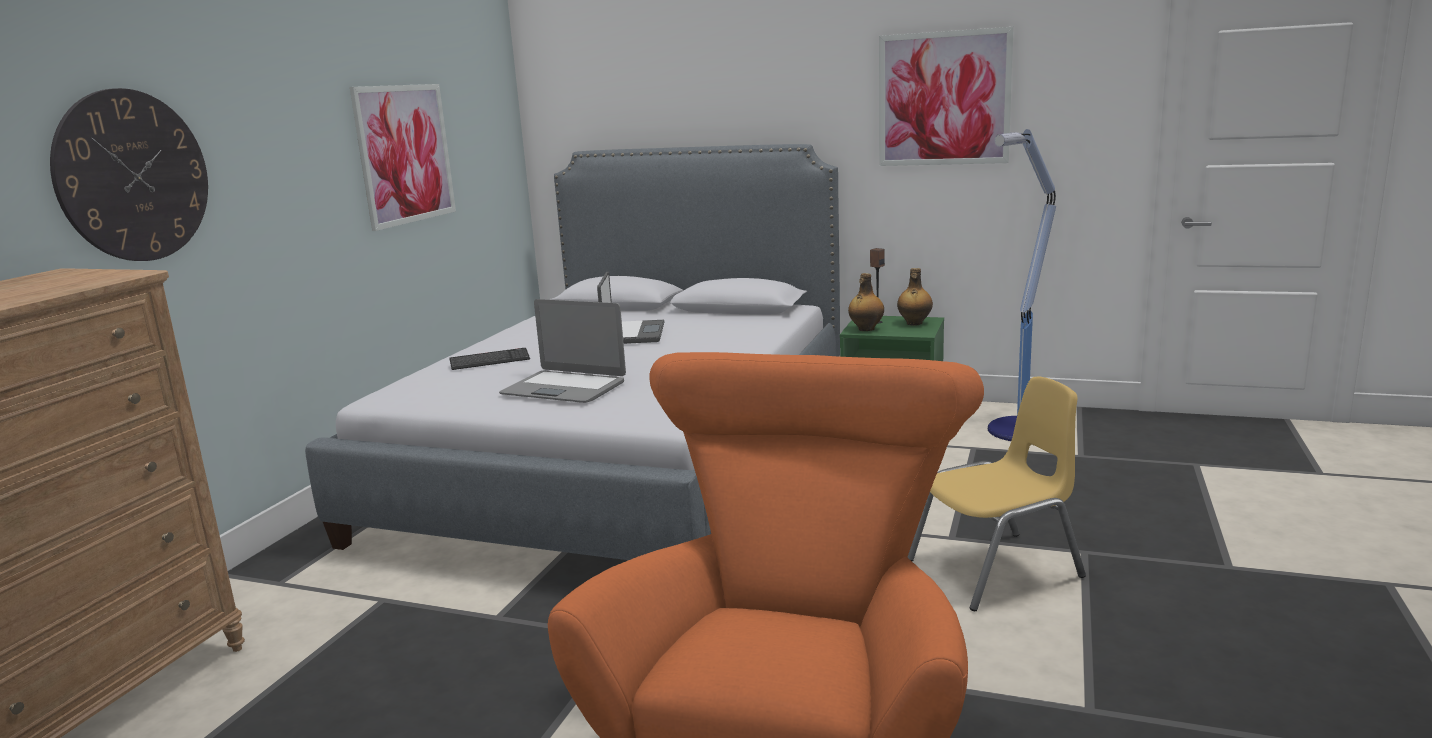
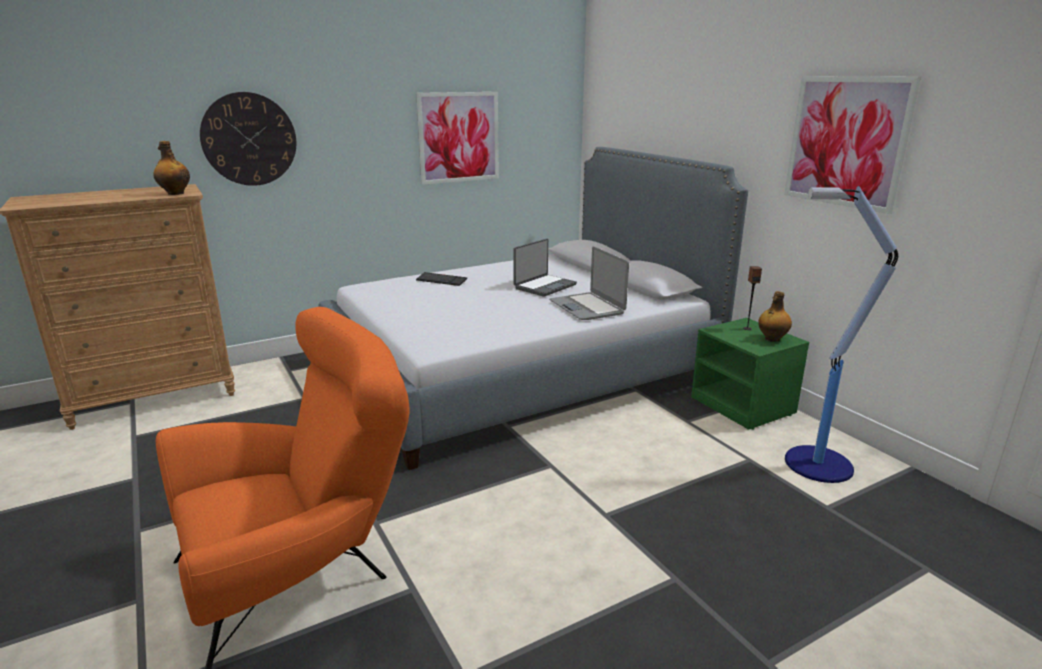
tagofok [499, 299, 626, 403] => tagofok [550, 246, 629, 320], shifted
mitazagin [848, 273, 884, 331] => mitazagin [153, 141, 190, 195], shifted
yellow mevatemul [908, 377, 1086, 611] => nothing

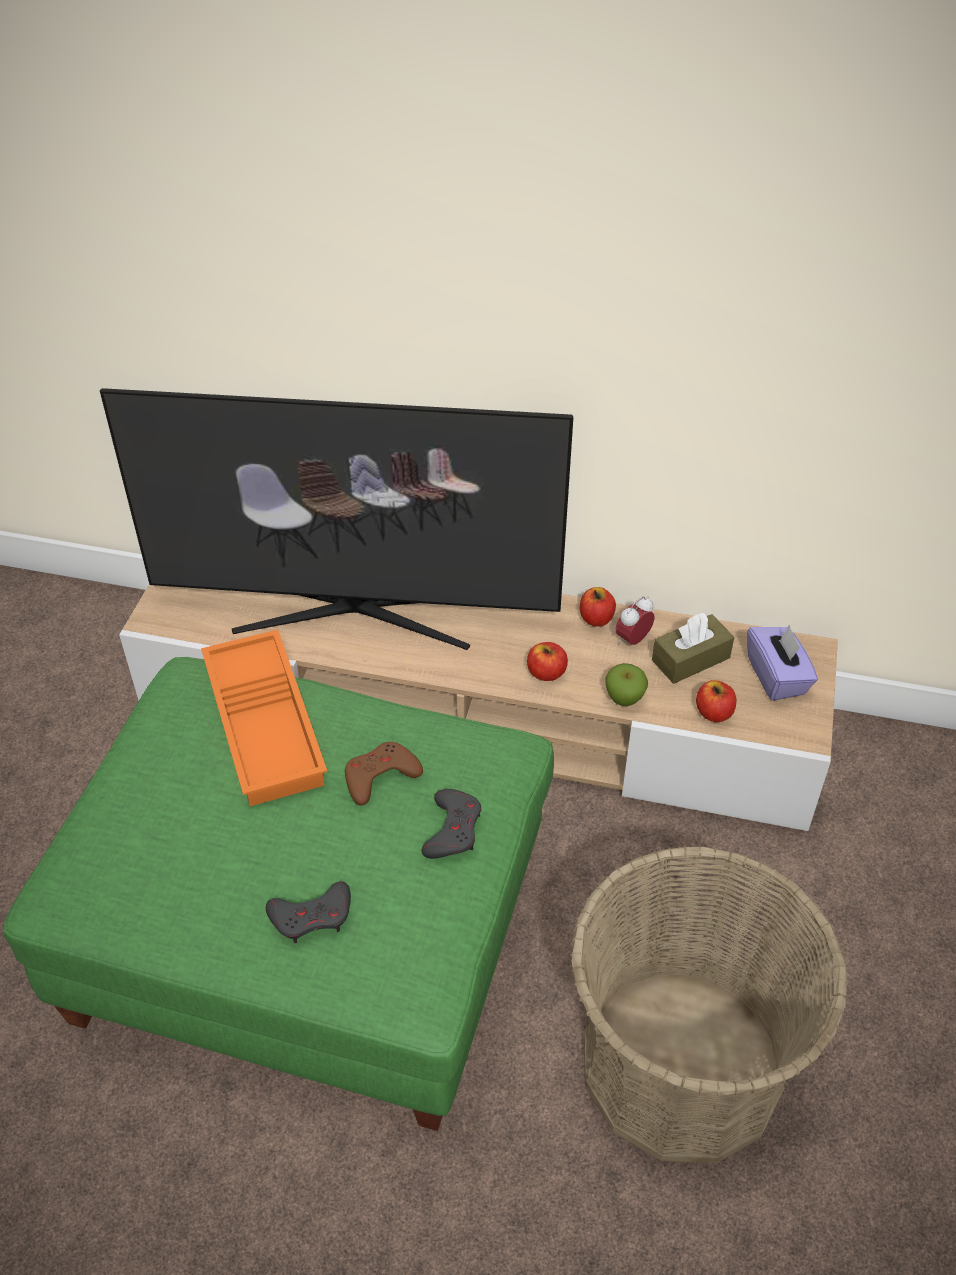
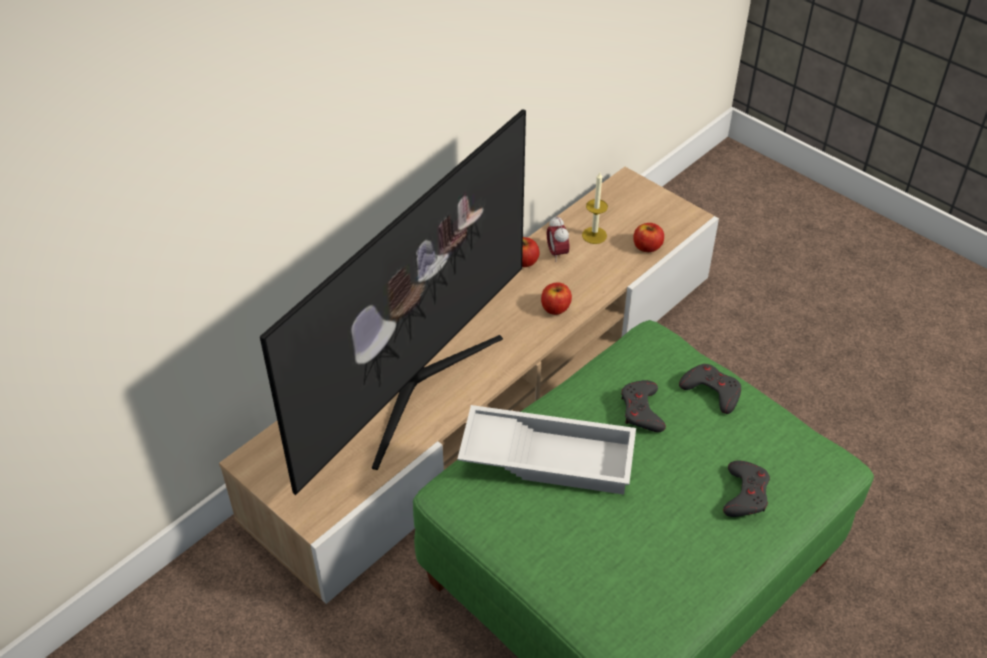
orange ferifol [201, 629, 327, 806] => white ferifol [457, 405, 636, 495]
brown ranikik [345, 742, 423, 805] => grey ranikik [621, 380, 666, 432]
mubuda [570, 846, 849, 1163] => nothing
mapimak [605, 663, 648, 706] => nothing
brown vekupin [652, 612, 734, 684] => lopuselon [582, 172, 608, 244]
purple vekupin [747, 624, 818, 701] => nothing

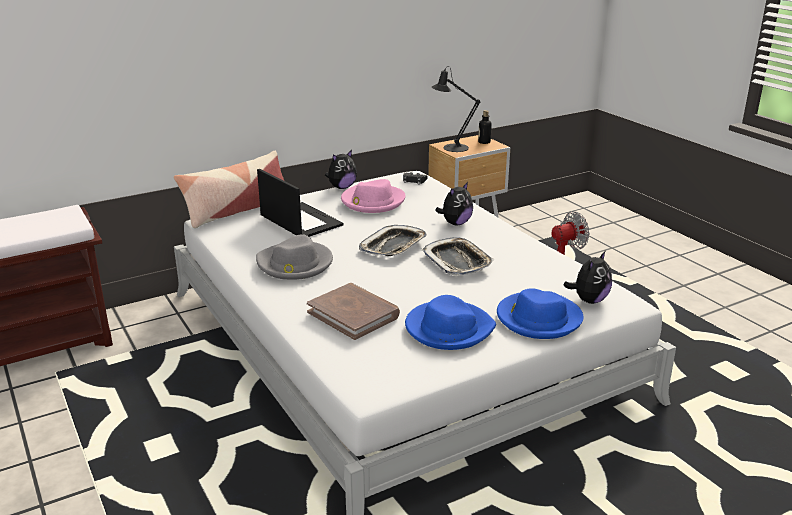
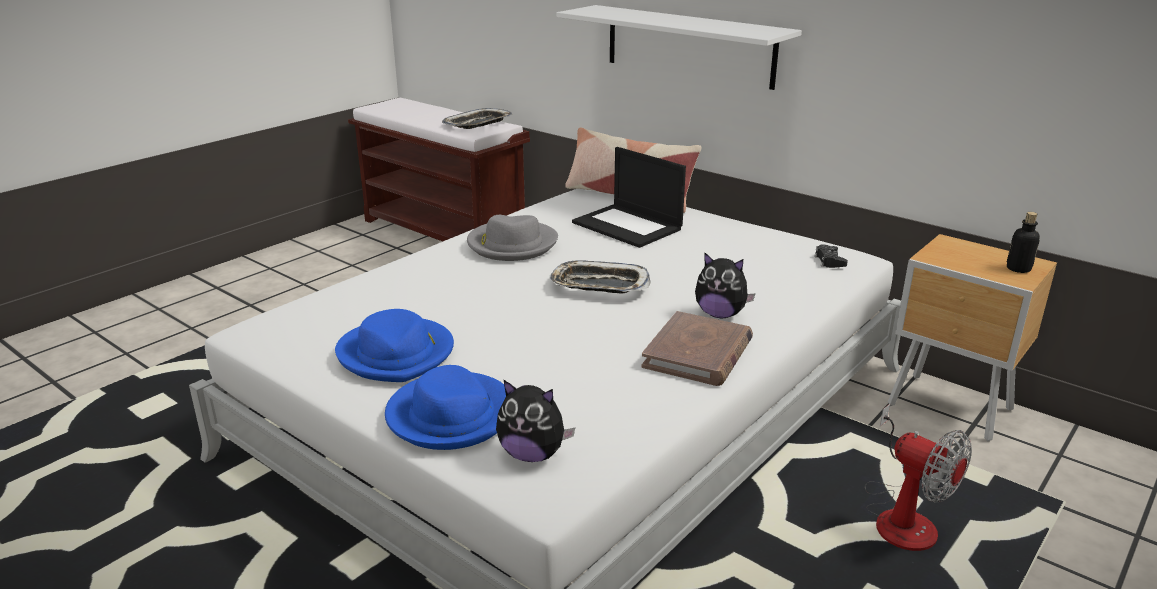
tagofok [257, 169, 343, 237] => tagofok [572, 147, 686, 248], 105 degrees clockwise
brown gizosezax [307, 283, 400, 340] => brown gizosezax [641, 311, 753, 386], shifted
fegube [325, 150, 357, 189] => nothing
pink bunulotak [341, 179, 406, 213] => nothing
ferifol [422, 237, 495, 276] => ferifol [442, 108, 513, 129], shifted
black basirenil [432, 66, 480, 152] => nothing
nothing => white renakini [557, 5, 802, 90]

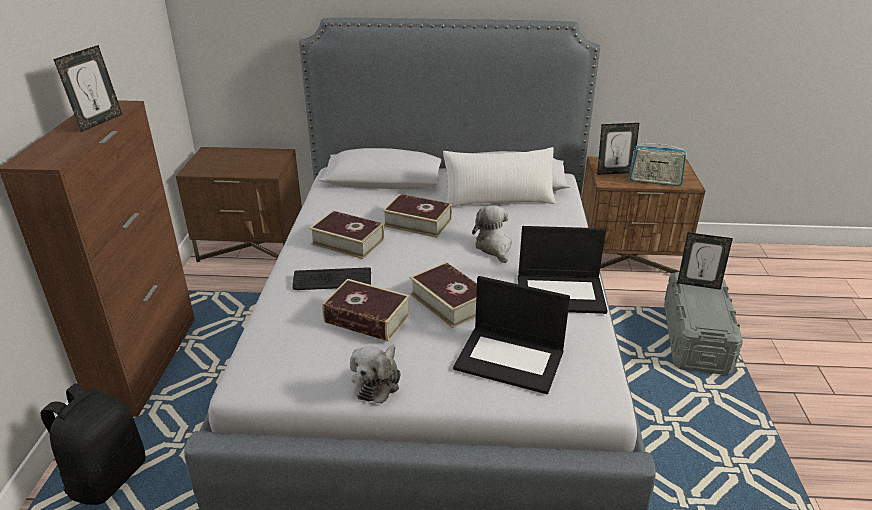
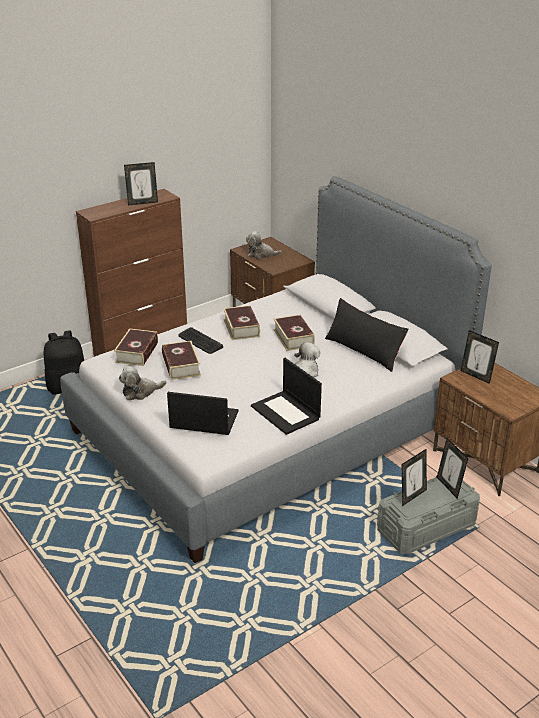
gizosezax [410, 262, 477, 328] => gizosezax [114, 328, 158, 366], shifted
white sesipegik [443, 147, 556, 207] => black sesipegik [325, 298, 409, 372]
tagofok [453, 276, 570, 394] => tagofok [167, 392, 238, 435], 120 degrees clockwise
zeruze [629, 140, 687, 186] => nothing
nothing => fegube [246, 231, 282, 259]
nothing => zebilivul [402, 449, 427, 506]

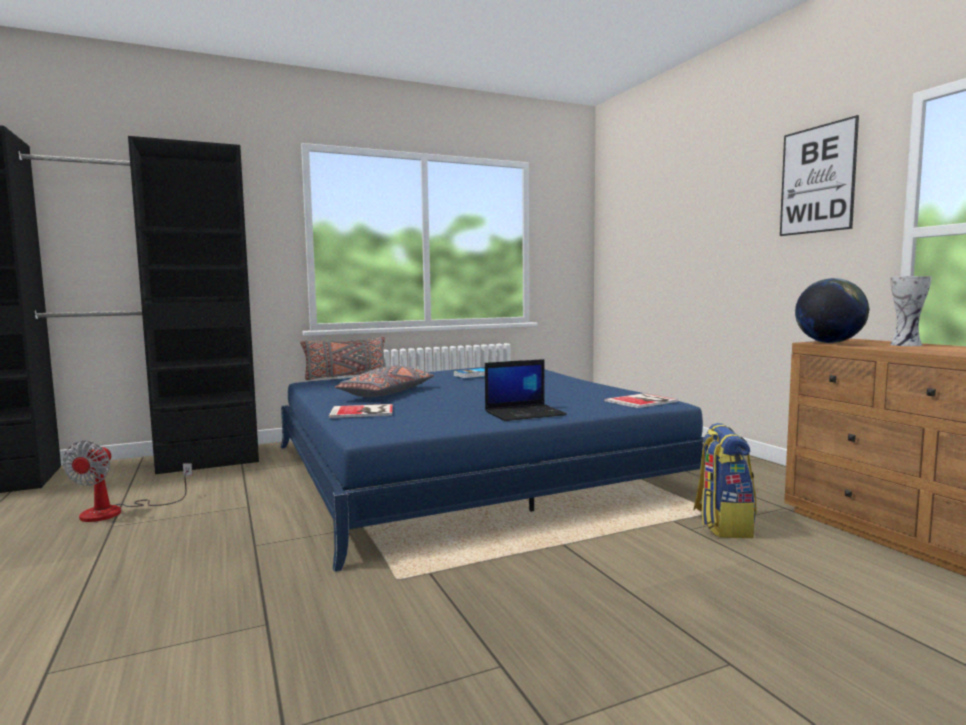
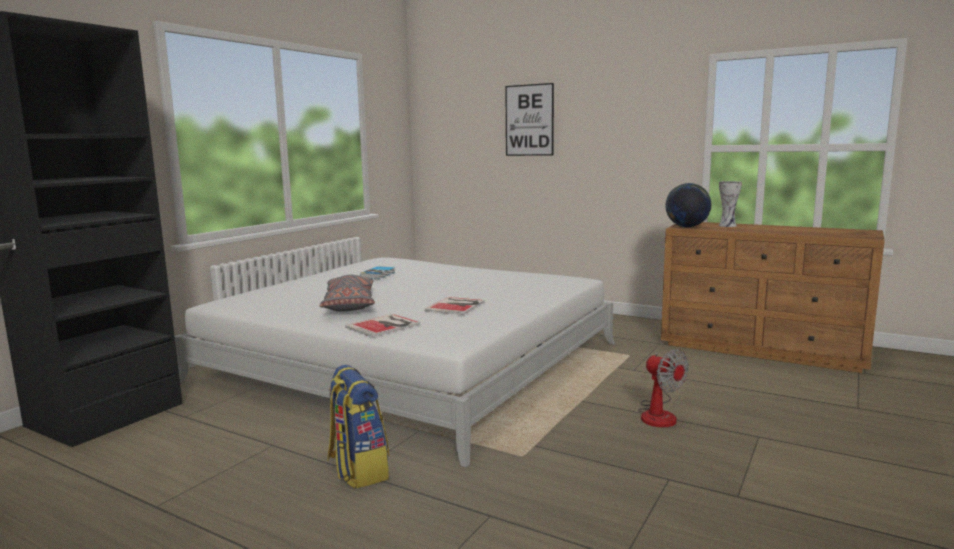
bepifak [62, 441, 192, 522] => bepifak [638, 349, 689, 428], shifted
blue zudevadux [281, 367, 705, 572] => white zudevadux [175, 257, 615, 468]
grey sesipegik [300, 337, 386, 380] => nothing
tagofok [485, 359, 567, 421] => nothing
gizosezax [604, 393, 678, 408] => gizosezax [424, 297, 484, 315], shifted
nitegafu [693, 423, 756, 538] => nitegafu [327, 365, 389, 489], shifted
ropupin [780, 115, 859, 236] => ropupin [505, 83, 554, 156], shifted

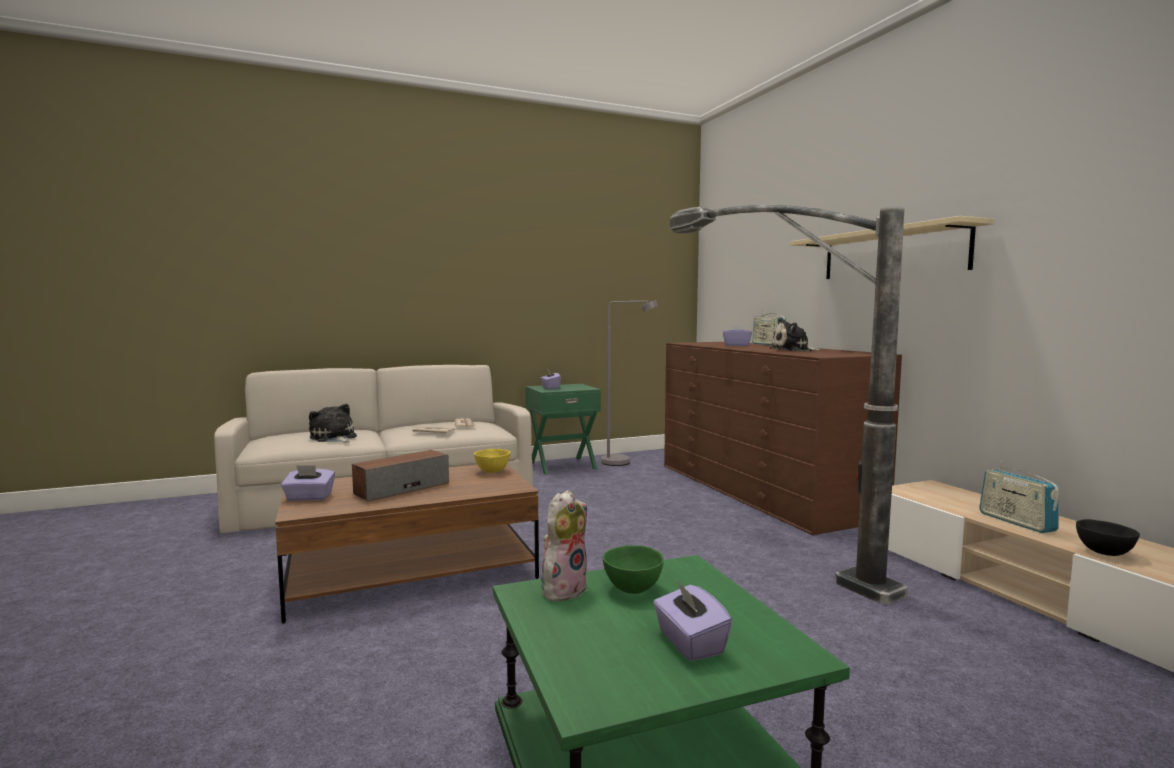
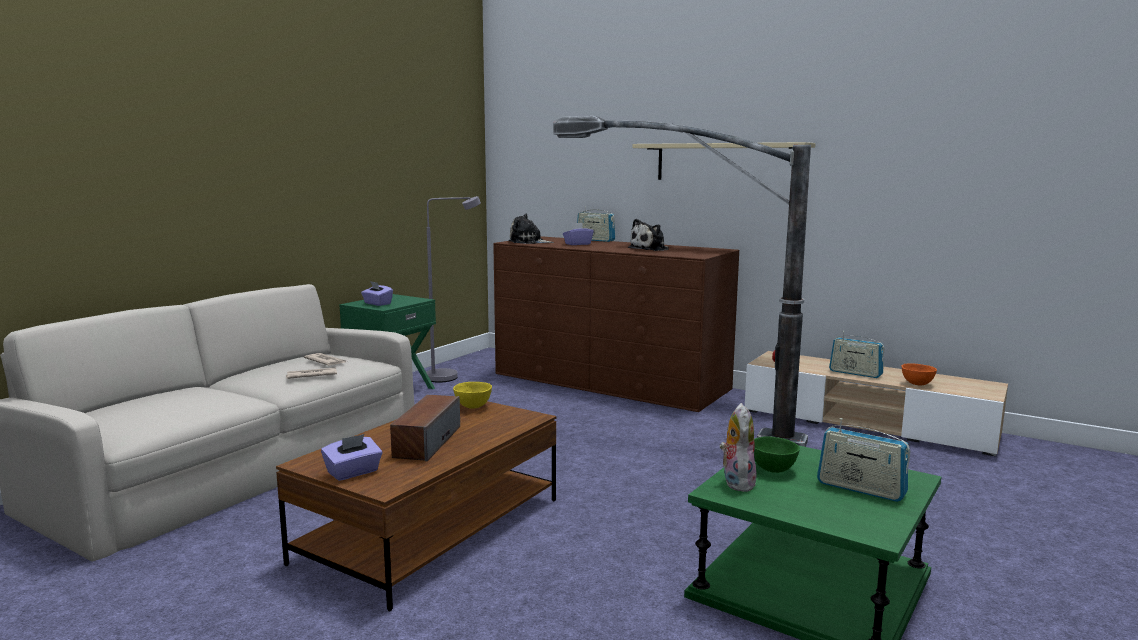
fegube [309, 404, 357, 443] => fegube [509, 214, 554, 244], shifted
purple vekupin [653, 580, 732, 661] => zeruze [817, 418, 910, 502]
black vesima [1076, 519, 1140, 556] => orange vesima [902, 363, 937, 385]

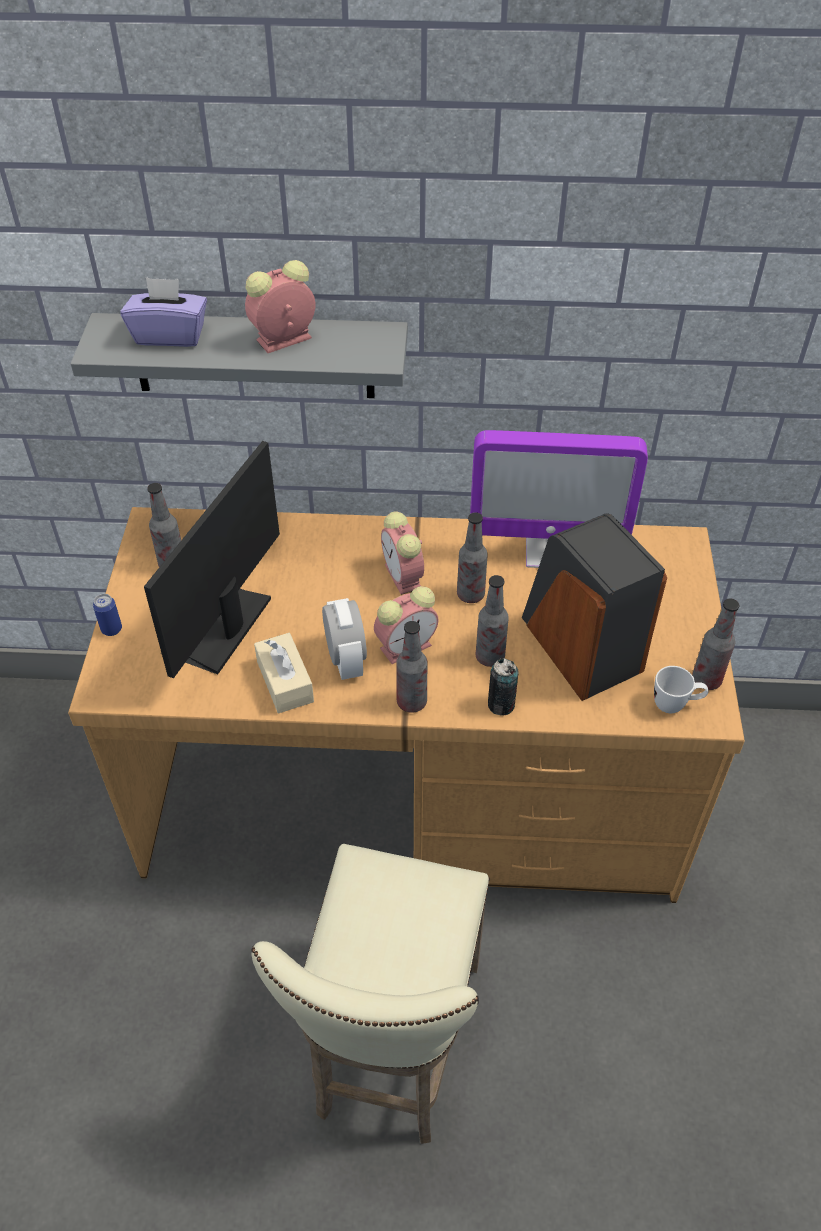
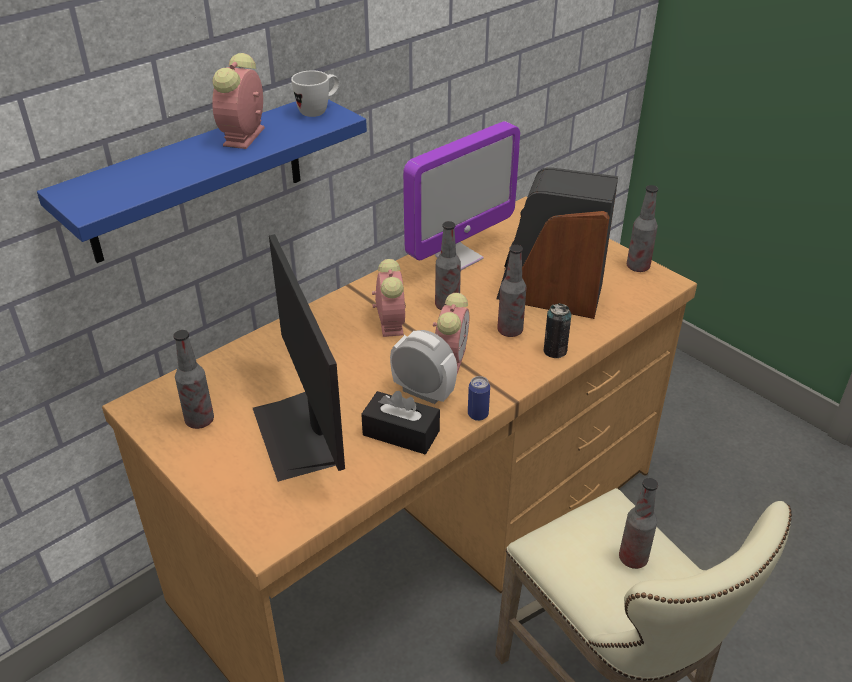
grey renakini [71, 313, 408, 398] => blue renakini [37, 99, 367, 263]
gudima [93, 594, 122, 636] => gudima [468, 376, 490, 421], shifted
purple vekupin [120, 277, 207, 347] => nothing
beige vekupin [254, 633, 314, 713] => black vekupin [361, 391, 440, 454]
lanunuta [381, 511, 424, 595] => lanunuta [372, 259, 406, 337], 120 degrees counterclockwise
mitazagin [396, 621, 427, 713] => mitazagin [619, 478, 658, 569], shifted
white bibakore [654, 666, 708, 713] => white bibakore [291, 70, 339, 117], shifted

